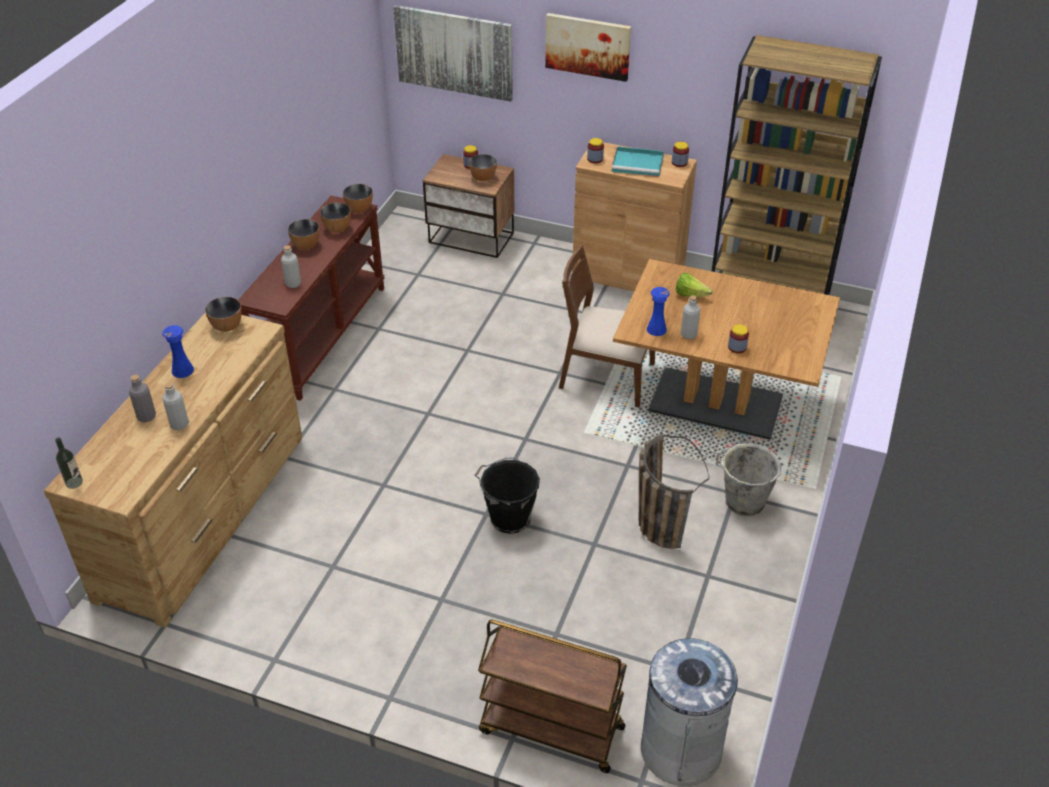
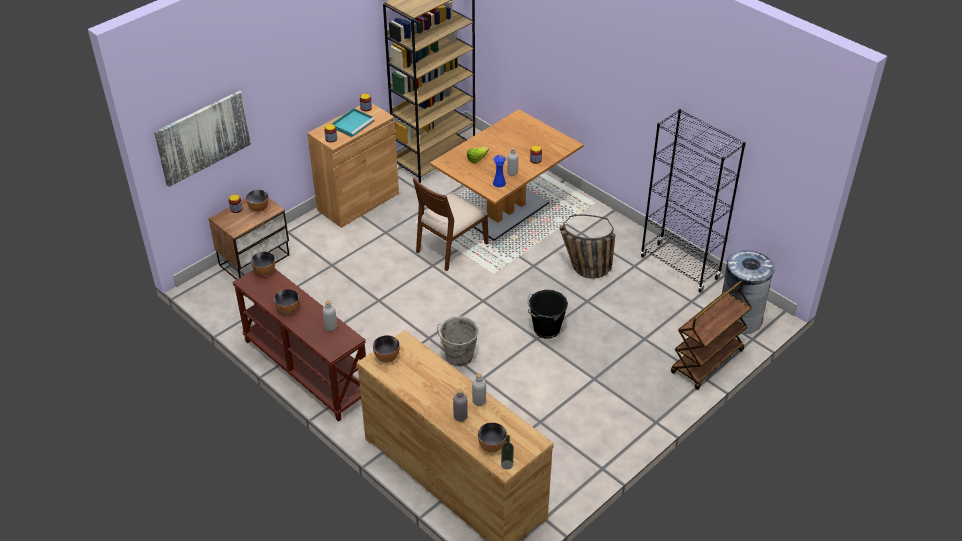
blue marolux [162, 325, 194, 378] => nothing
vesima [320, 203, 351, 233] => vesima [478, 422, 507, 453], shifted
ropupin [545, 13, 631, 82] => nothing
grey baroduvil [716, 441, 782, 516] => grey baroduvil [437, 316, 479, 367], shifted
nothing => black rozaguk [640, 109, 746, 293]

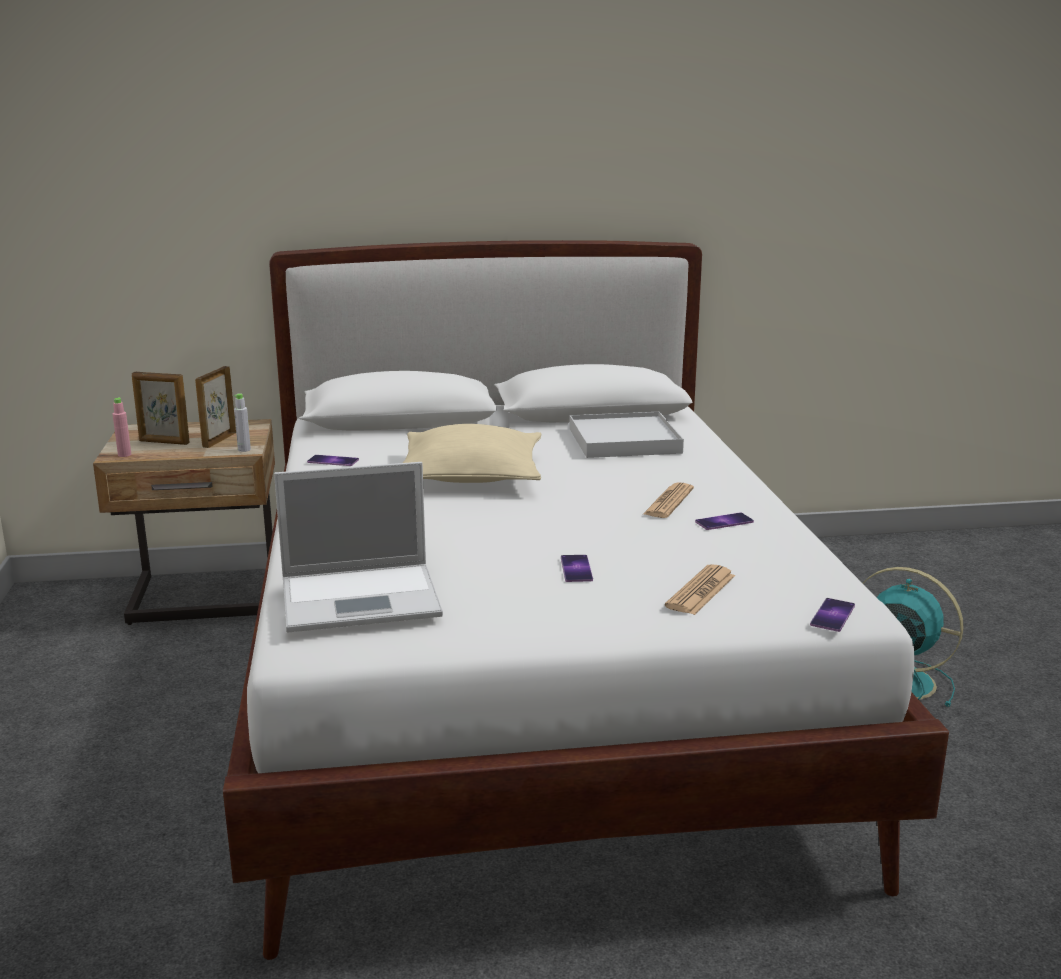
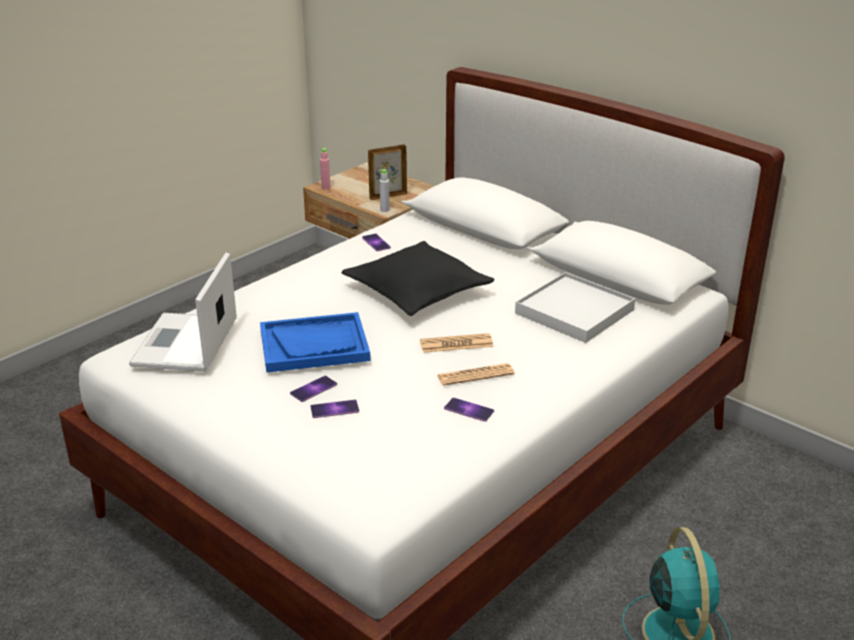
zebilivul [131, 372, 190, 445] => nothing
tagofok [274, 462, 443, 633] => tagofok [129, 253, 237, 372], 60 degrees clockwise
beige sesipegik [403, 424, 541, 483] => black sesipegik [341, 241, 495, 316]
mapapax [665, 564, 735, 615] => mapapax [420, 333, 493, 353], shifted
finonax [810, 598, 855, 632] => finonax [310, 400, 359, 418], shifted
nothing => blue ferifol [260, 312, 371, 372]

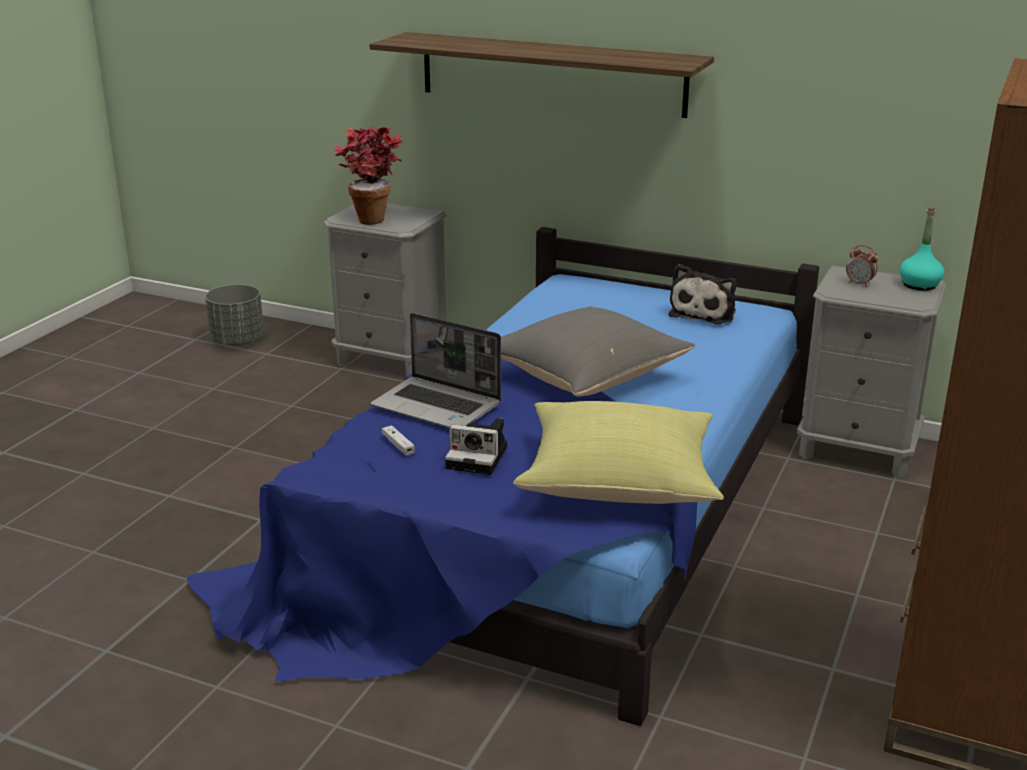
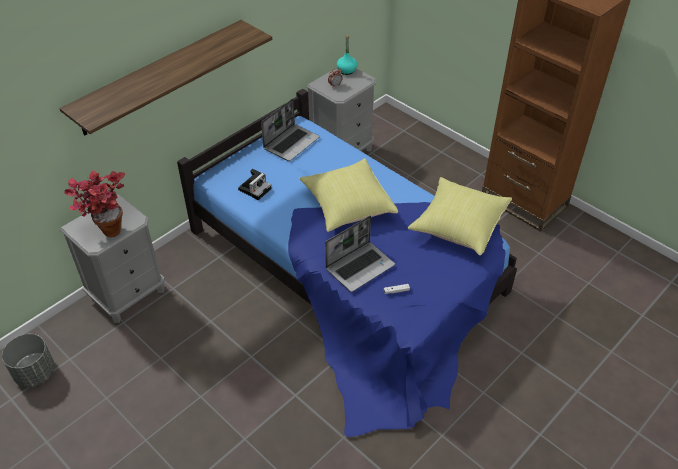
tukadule [445, 418, 507, 475] => tukadule [238, 169, 271, 200], shifted
grey sesipegik [501, 306, 695, 397] => yellow sesipegik [299, 158, 398, 232]
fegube [669, 264, 737, 324] => tagofok [261, 99, 320, 161]

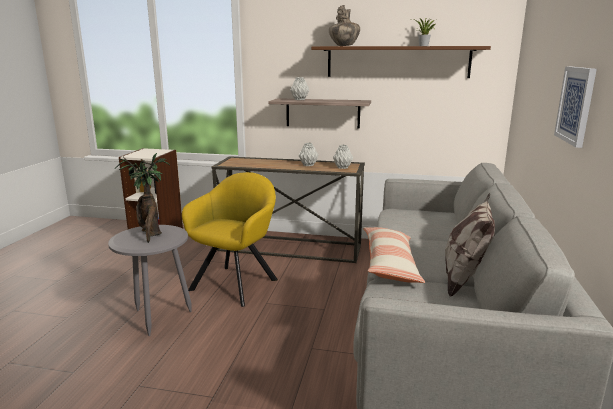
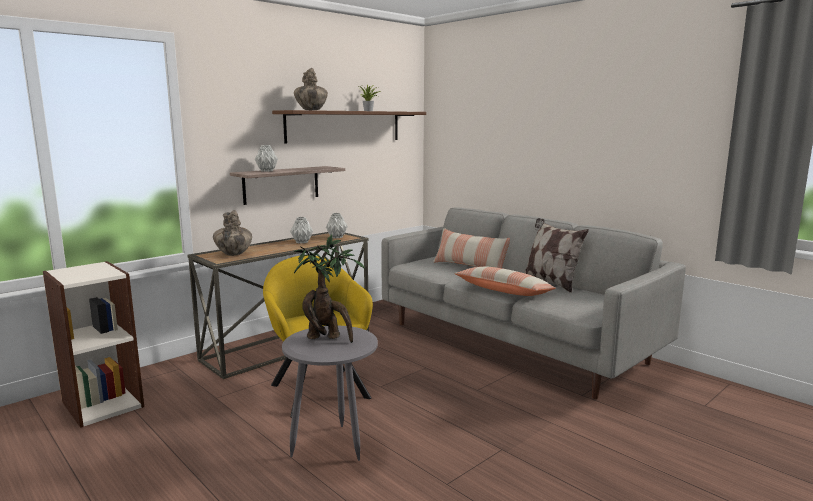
ropupin [554, 66, 597, 148] => nothing
nothing => marolux [213, 210, 252, 256]
nothing => sesipegik [433, 228, 510, 268]

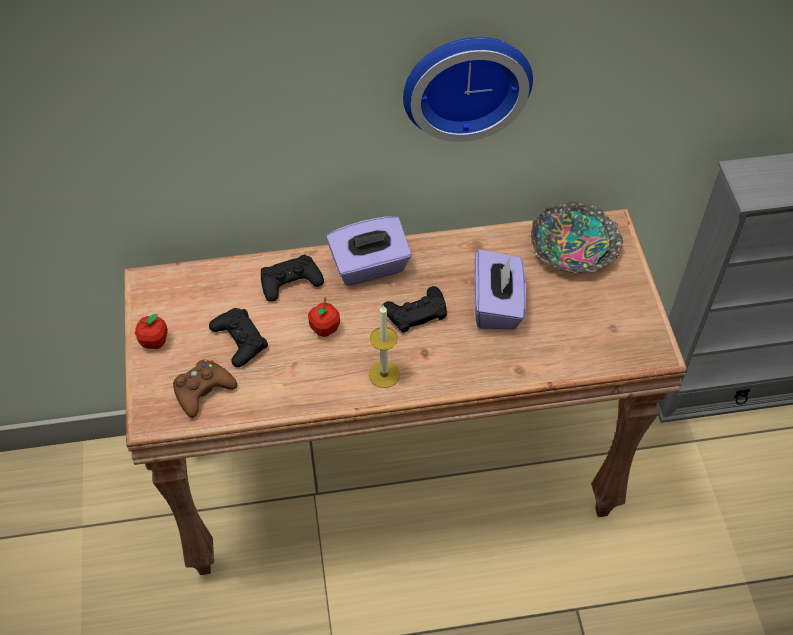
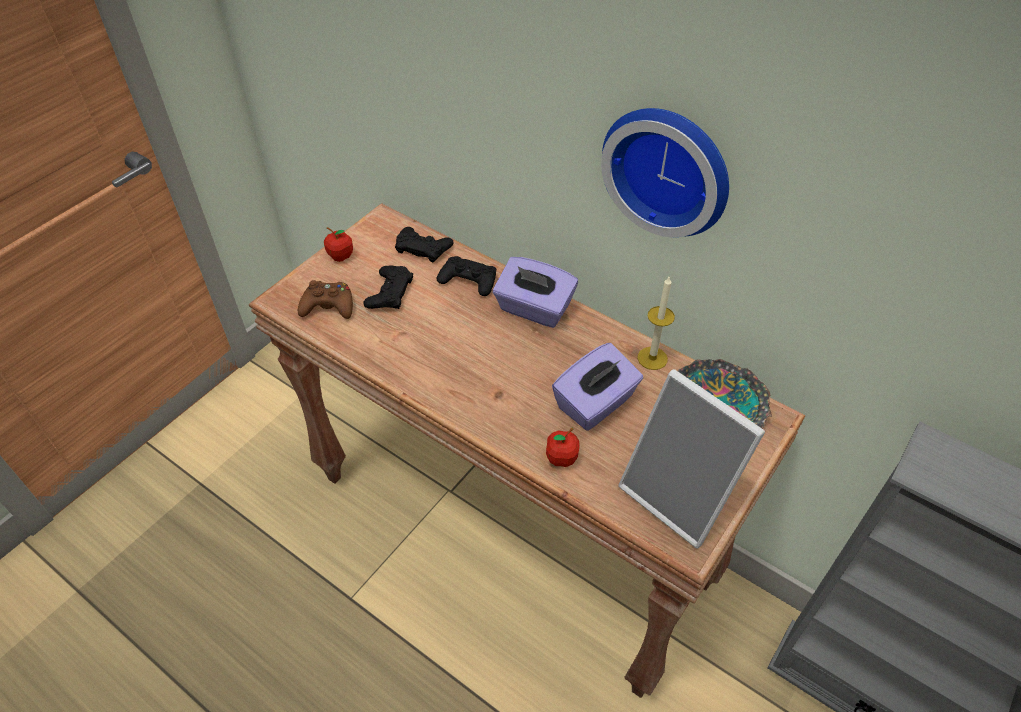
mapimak [308, 297, 340, 337] => mapimak [546, 428, 579, 467], shifted
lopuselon [369, 305, 400, 388] => lopuselon [637, 277, 675, 370], shifted
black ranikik [382, 286, 447, 333] => black ranikik [395, 227, 453, 263], shifted
nothing => zebilivul [618, 369, 765, 549]

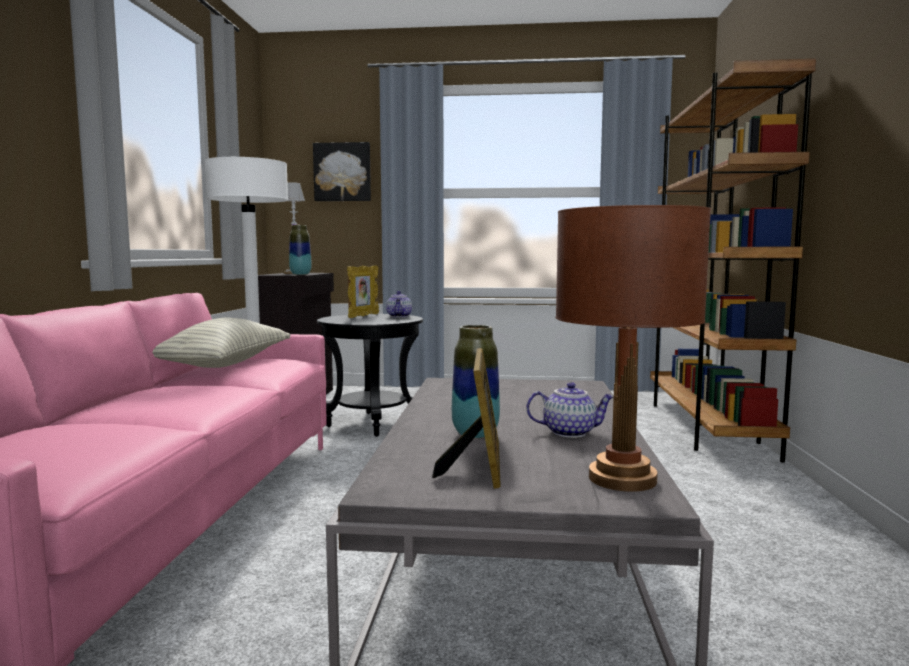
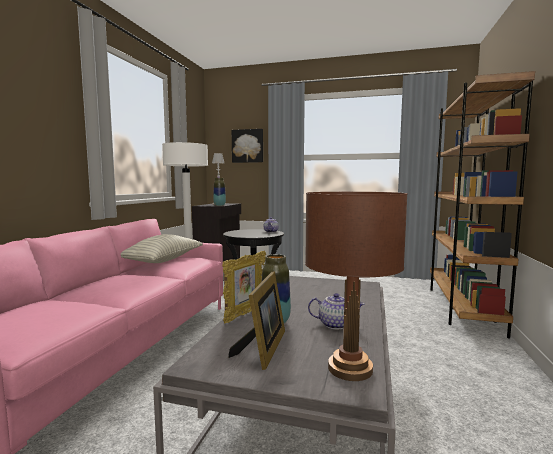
zebilivul [347, 265, 379, 318] => zebilivul [222, 251, 266, 323], shifted

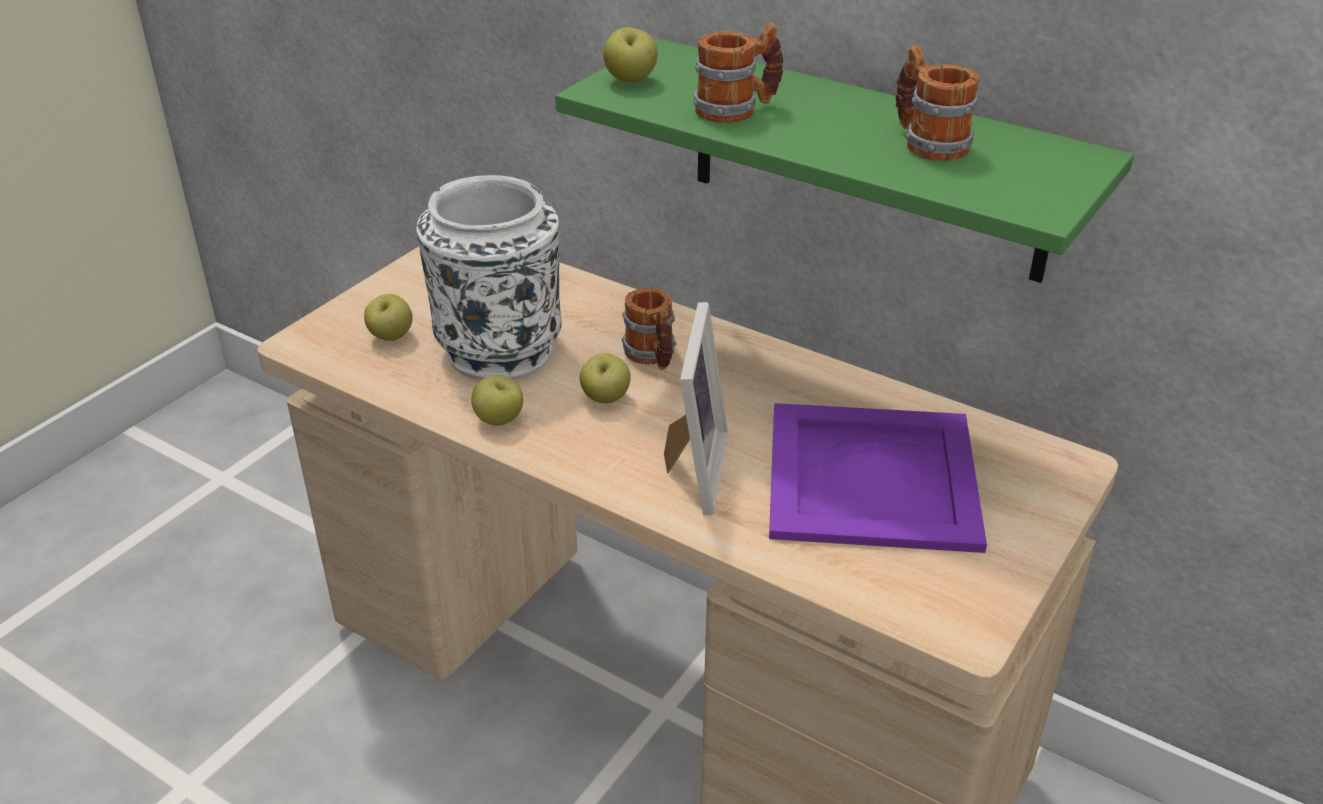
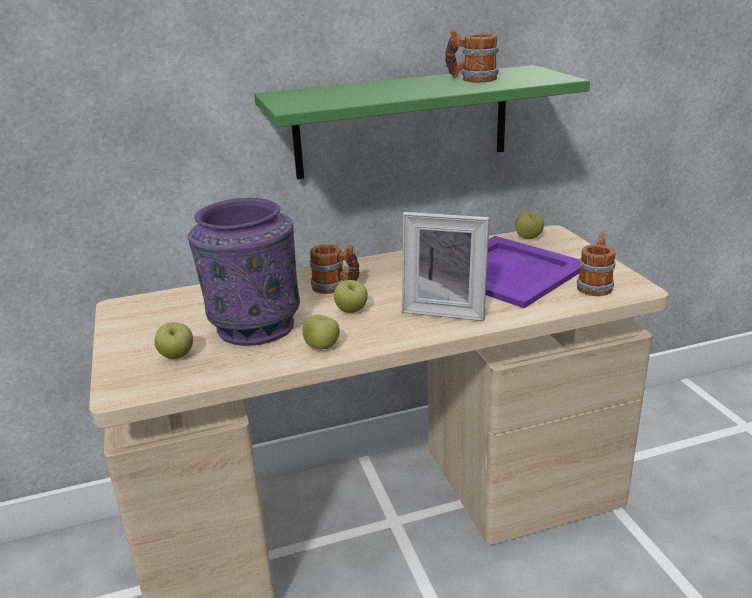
white marolux [416, 175, 562, 380] => purple marolux [188, 198, 300, 346]
mapimak [603, 27, 658, 83] => mapimak [515, 212, 544, 239], shifted
zebilivul [664, 302, 728, 515] => zebilivul [402, 212, 490, 321], 150 degrees clockwise
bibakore [694, 22, 783, 123] => bibakore [577, 233, 616, 296], shifted

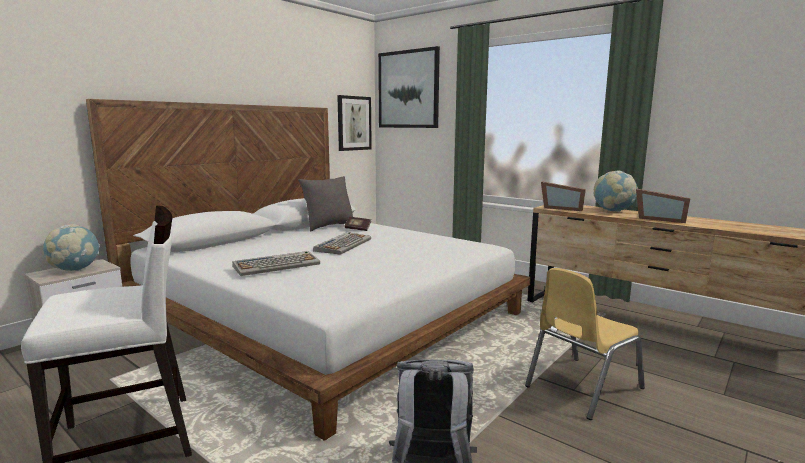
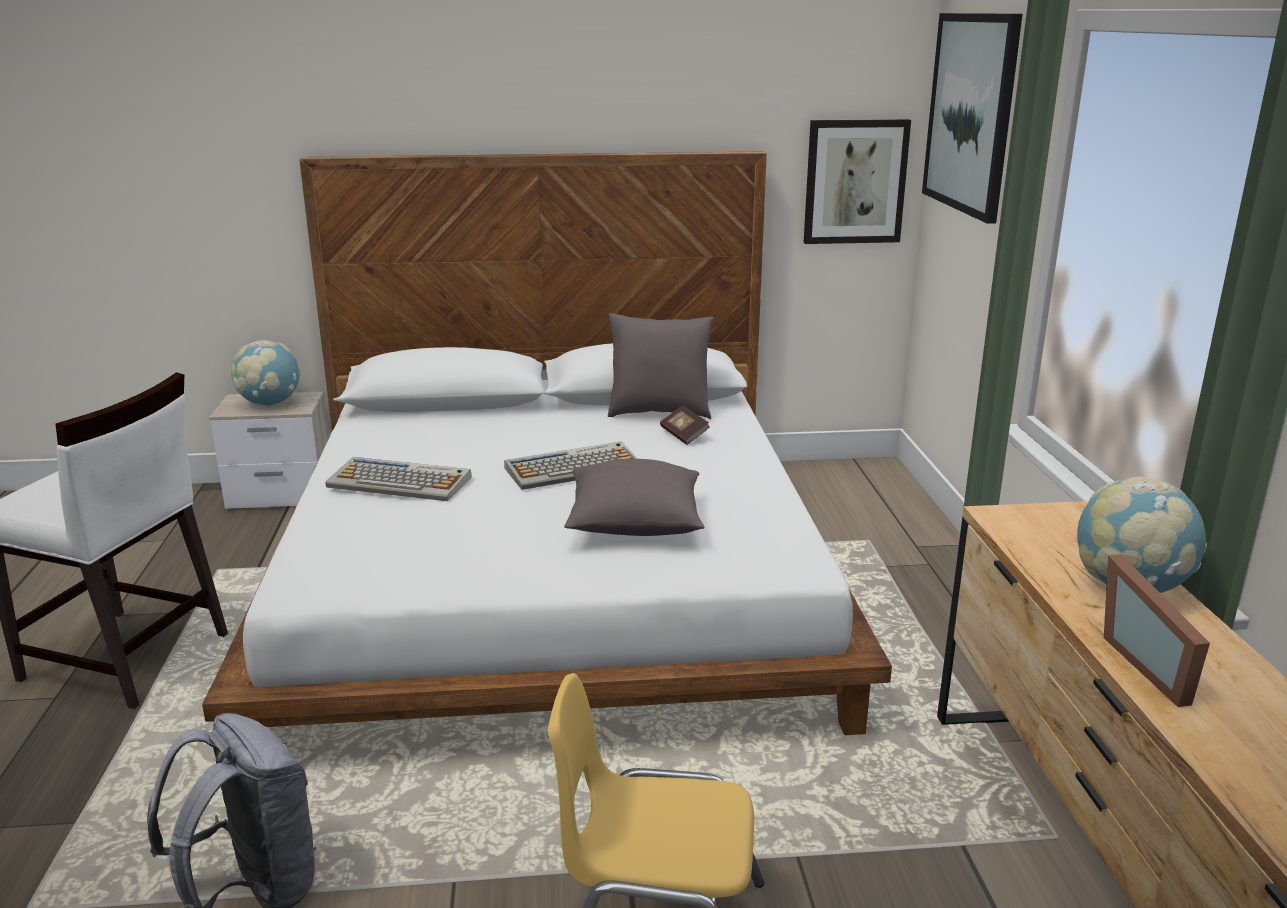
zebilivul [541, 181, 586, 211] => nothing
nothing => grey sesipegik [564, 459, 704, 536]

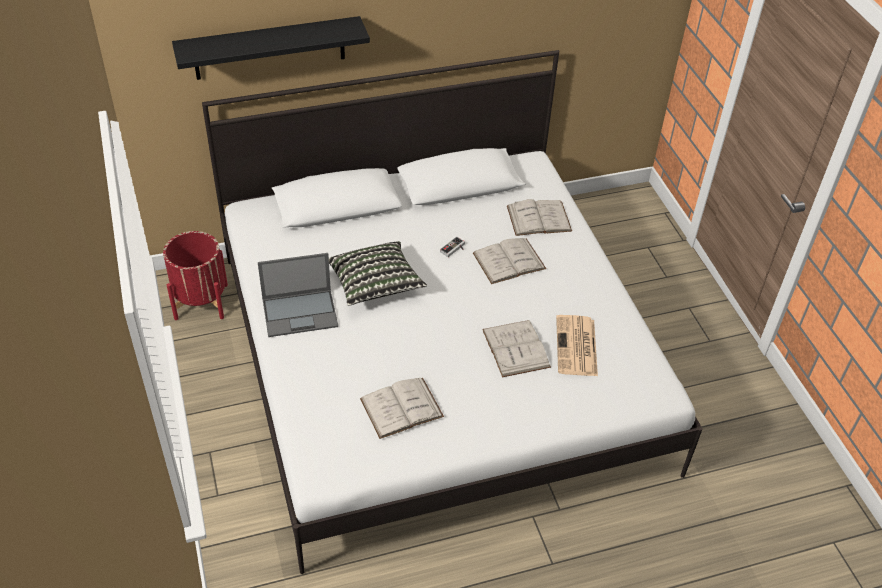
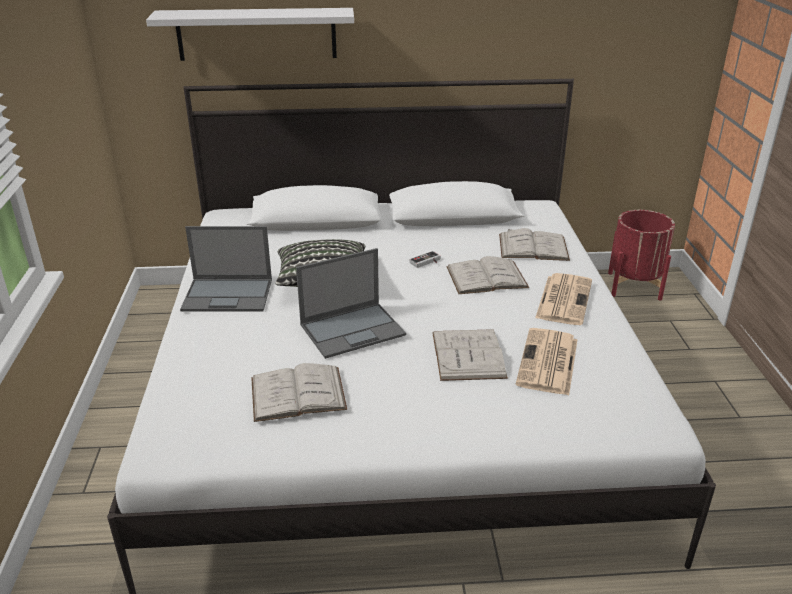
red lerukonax [163, 231, 228, 320] => red lerukonax [608, 210, 675, 301], shifted
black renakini [172, 16, 370, 80] => white renakini [146, 8, 354, 61]
nothing => tagofok [296, 248, 406, 359]
nothing => mapapax [535, 273, 592, 325]

